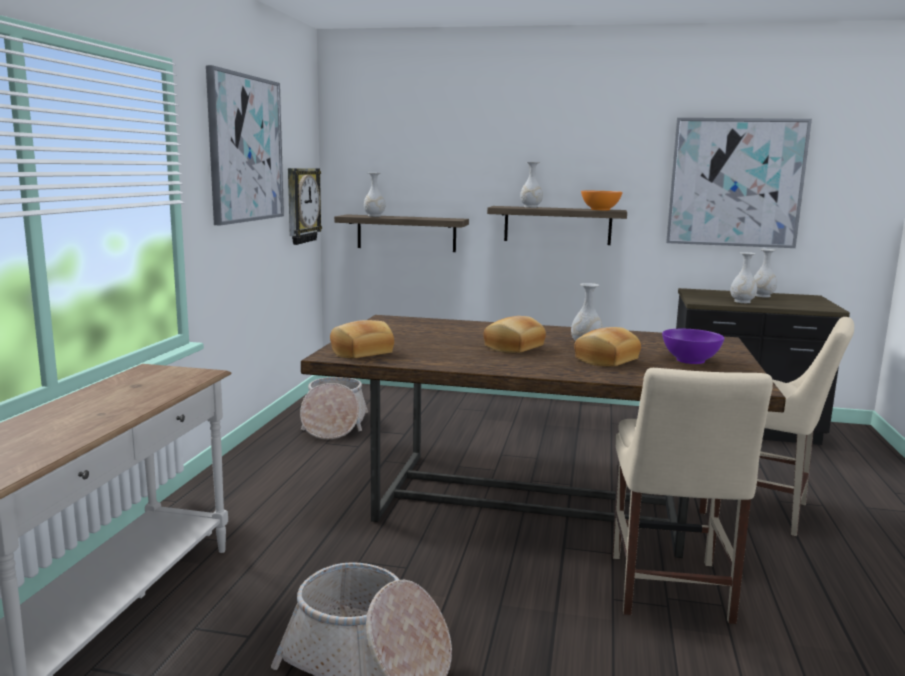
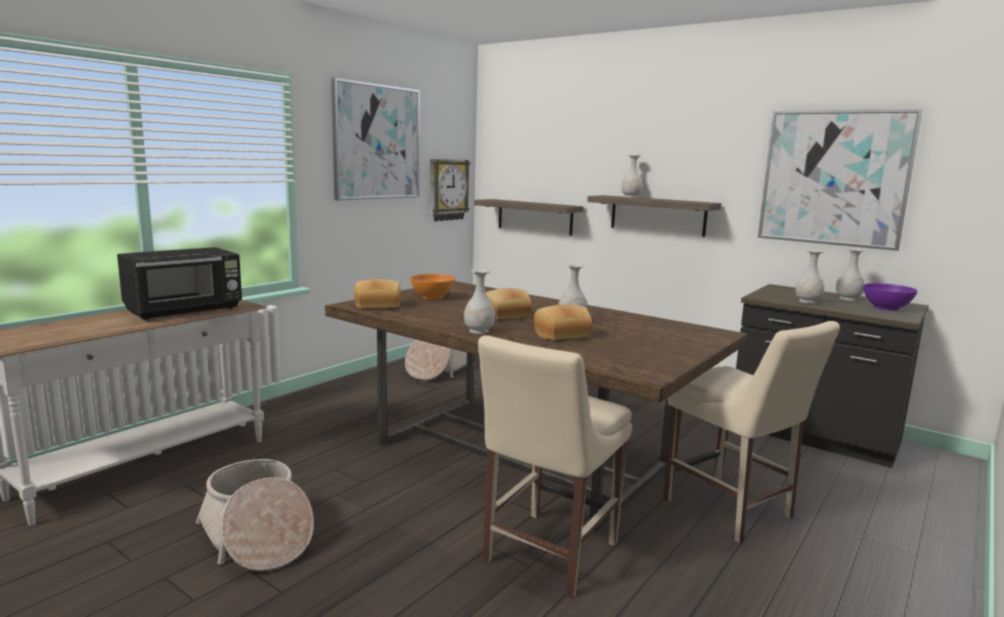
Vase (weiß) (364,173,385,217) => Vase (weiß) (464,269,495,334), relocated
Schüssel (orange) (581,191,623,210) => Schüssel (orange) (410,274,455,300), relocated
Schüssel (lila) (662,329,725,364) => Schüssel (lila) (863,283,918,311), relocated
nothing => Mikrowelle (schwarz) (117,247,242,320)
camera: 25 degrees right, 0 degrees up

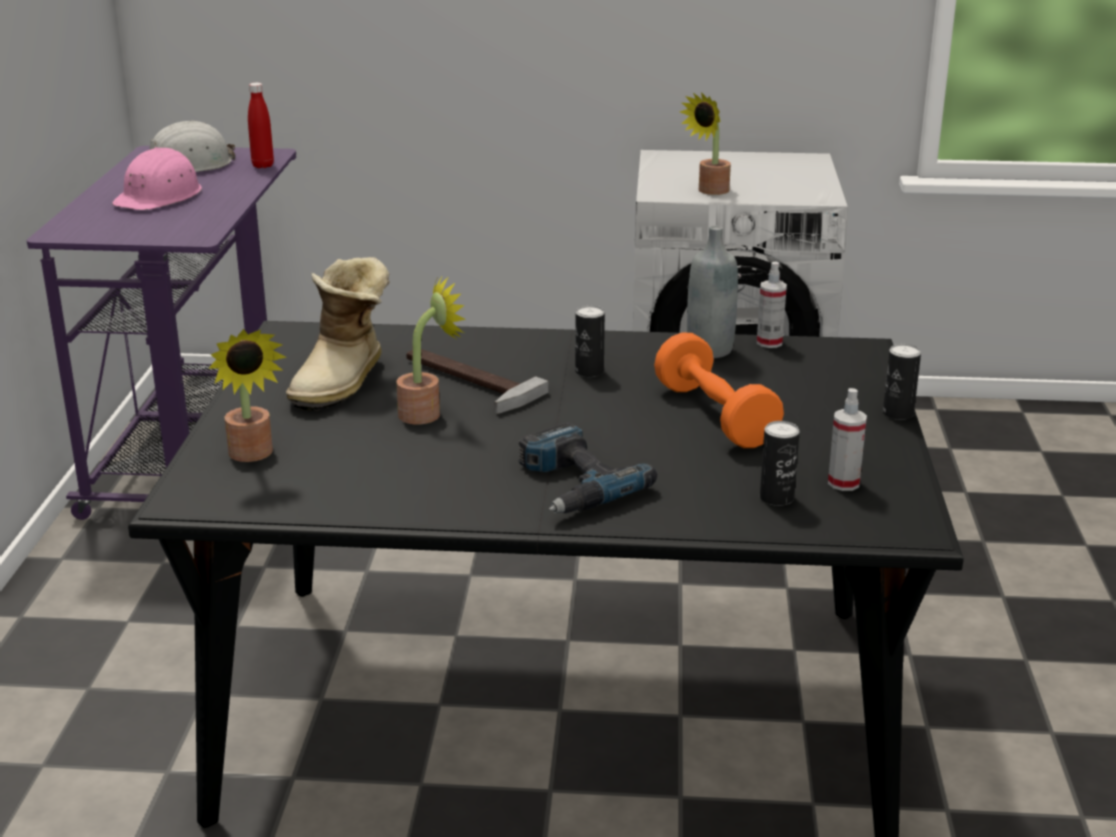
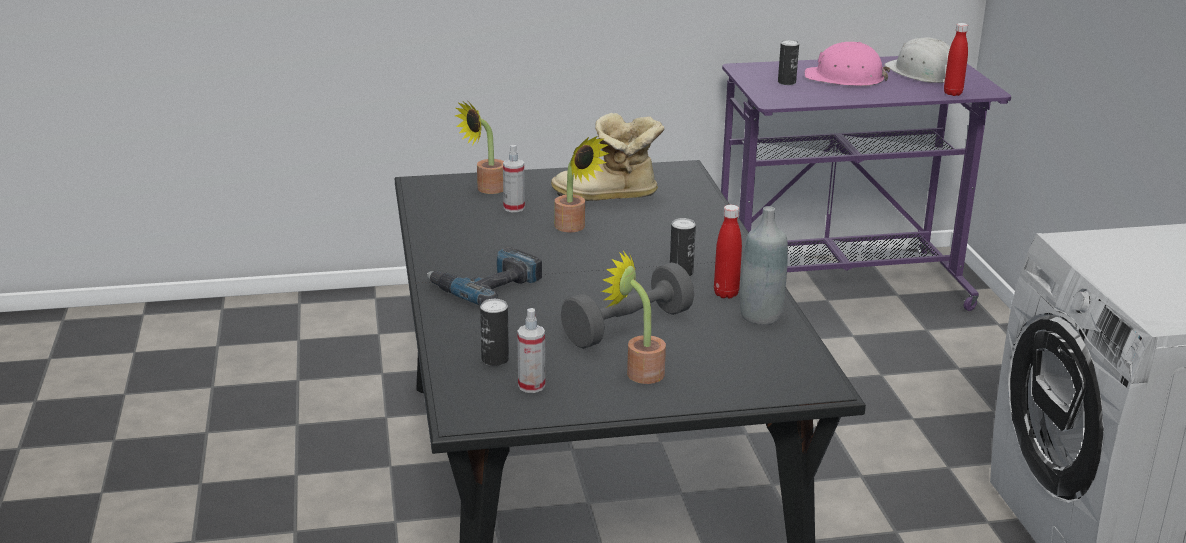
Topfpflanze (680,92,731,195) => Topfpflanze (601,251,666,384), relocated
Sprühflasche (757,261,787,348) => Sprühflasche (503,145,525,212), relocated
Hantel (orange) (654,332,784,448) => Hantel (grau) (561,262,694,349)
Dose (883,344,921,420) => Dose (778,39,799,85), relocated
Hammer (406,349,549,414) => nothing
nothing => Flasche (rot) (714,205,742,299)
camera: 75 degrees right, 0 degrees up

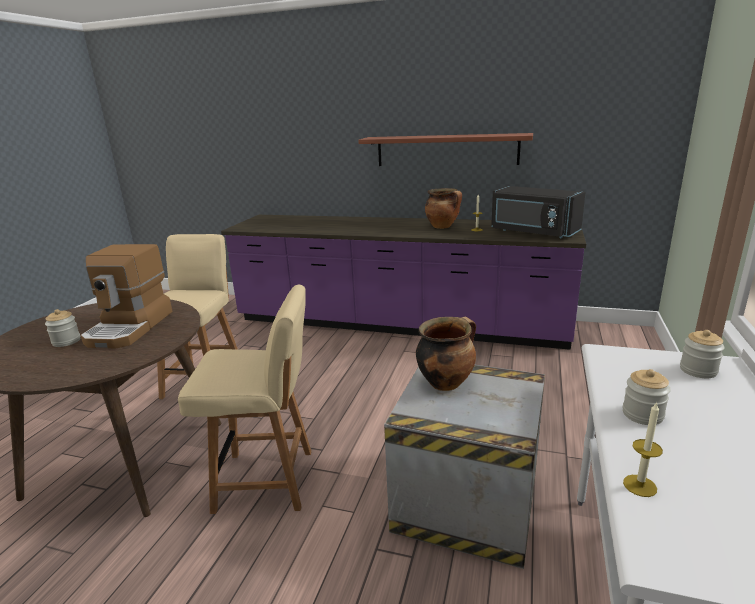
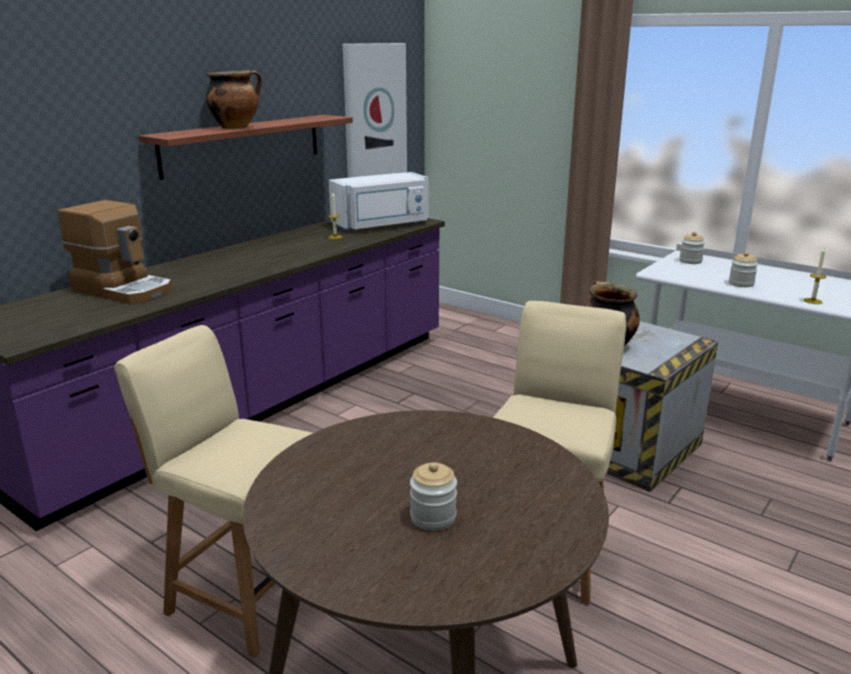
Mikrowelle (schwarz) (491,186,585,238) => Mikrowelle (weiß) (329,172,429,231)
Kochtopf (425,188,462,229) => Kochtopf (206,70,262,129), relocated
Kaffeemaschine (81,244,173,348) => Kaffeemaschine (58,200,172,304), relocated
nothing => Bild (343,43,407,178)
camera: 70 degrees left, 0 degrees up

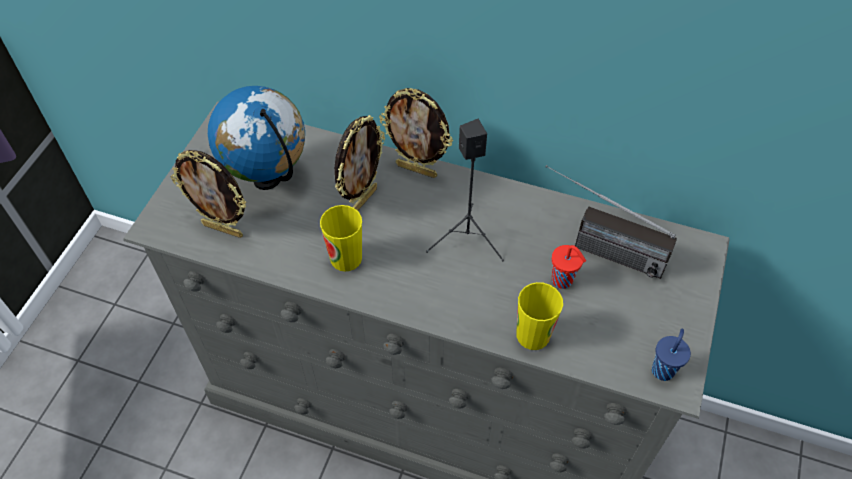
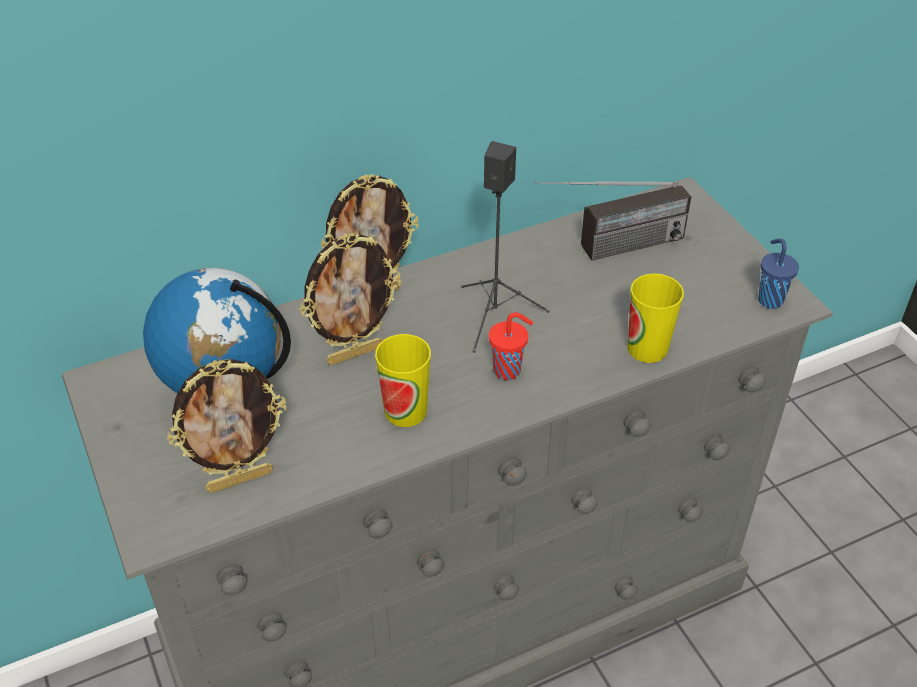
Bilderrahmen (334,115,385,211) => Bilderrahmen (300,234,401,365), 75 degrees clockwise
Tasse (rot) (552,245,586,289) => Tasse (rot) (489,313,533,380), relocated
camera: 45 degrees left, 10 degrees down

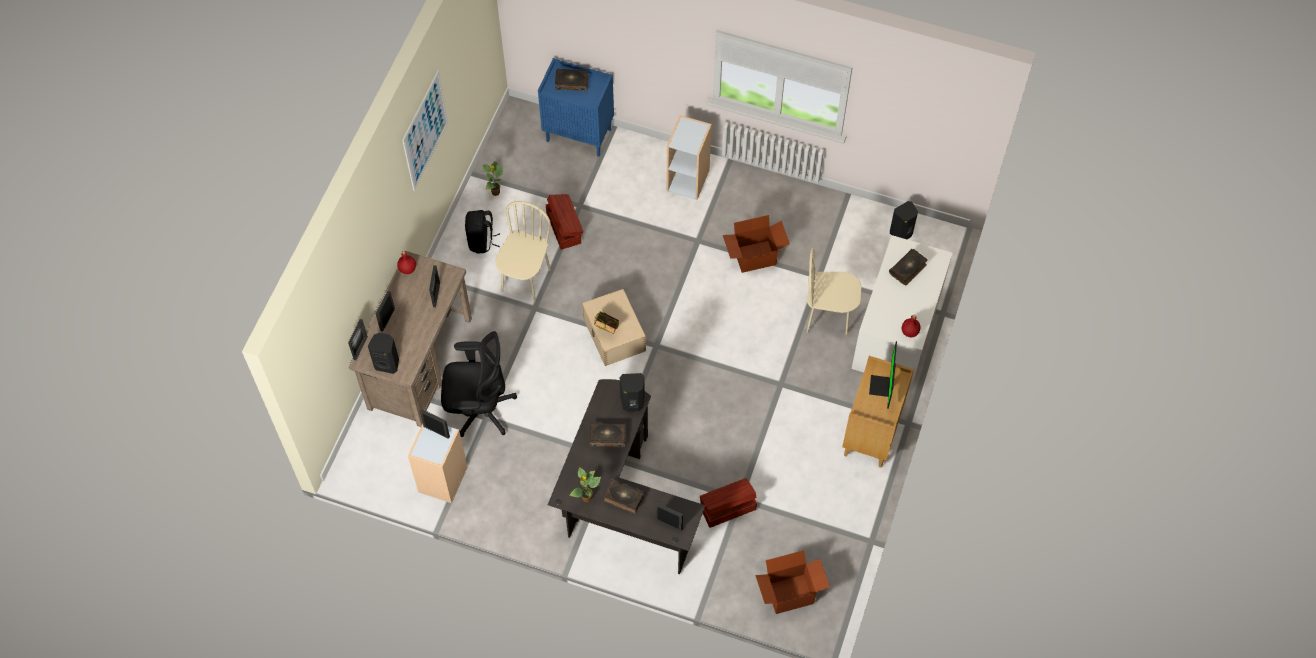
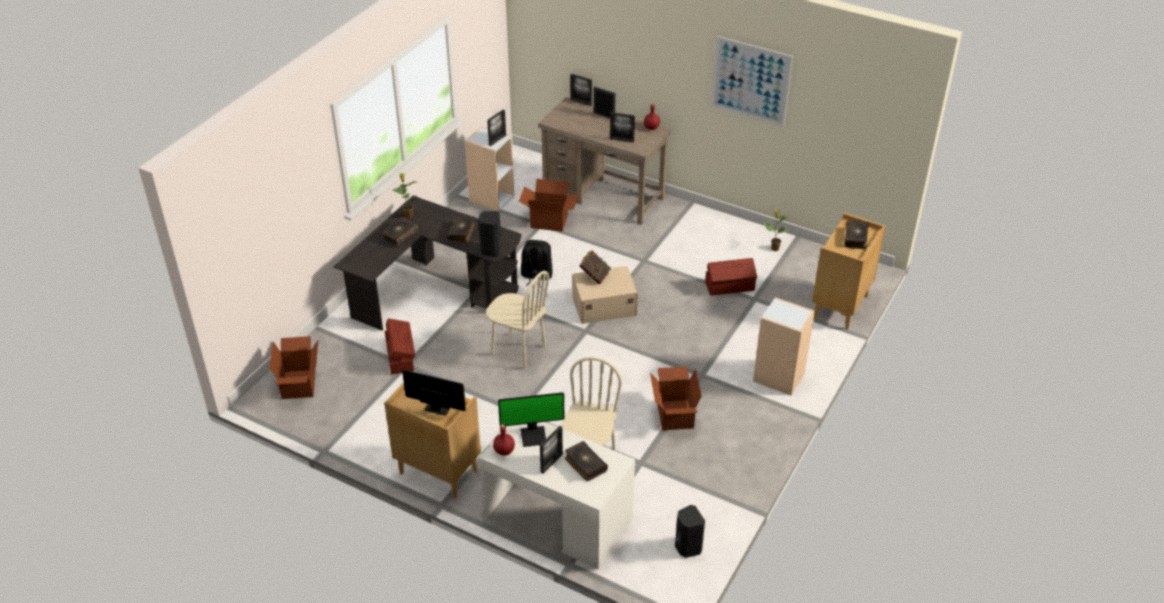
Schrank (blau) (538,58,614,157) => Schrank (braun) (812,213,886,330)
Stuhl (beige) (496,201,551,302) => Stuhl (beige) (486,271,549,369), relocated
Rucksack (schwarz) (465,210,500,253) => Rucksack (schwarz) (521,240,553,287), relocated
Bürostuhl (schwarz) (441,331,517,437) => Karton (519,179,579,231)
Lautsprecher (schwarz) (368,333,399,374) => nothing
Bilderrahmen (655,502,683,531) => Bilderrahmen (540,426,563,474), relocated
nothing => Monitor (498,392,564,447)
camera: 100 degrees right, 20 degrees down

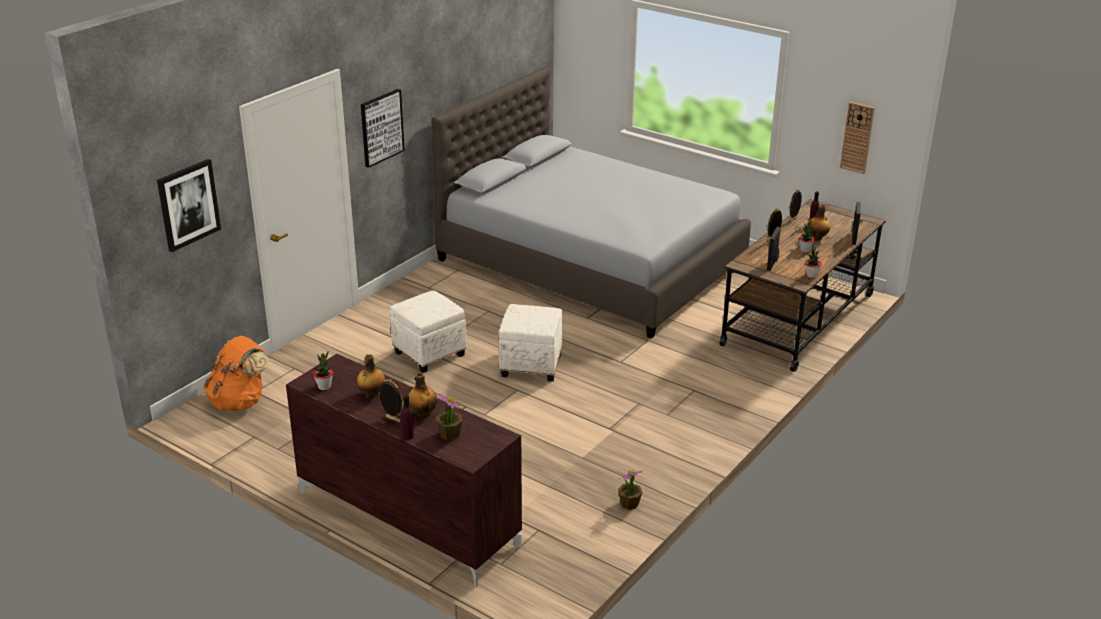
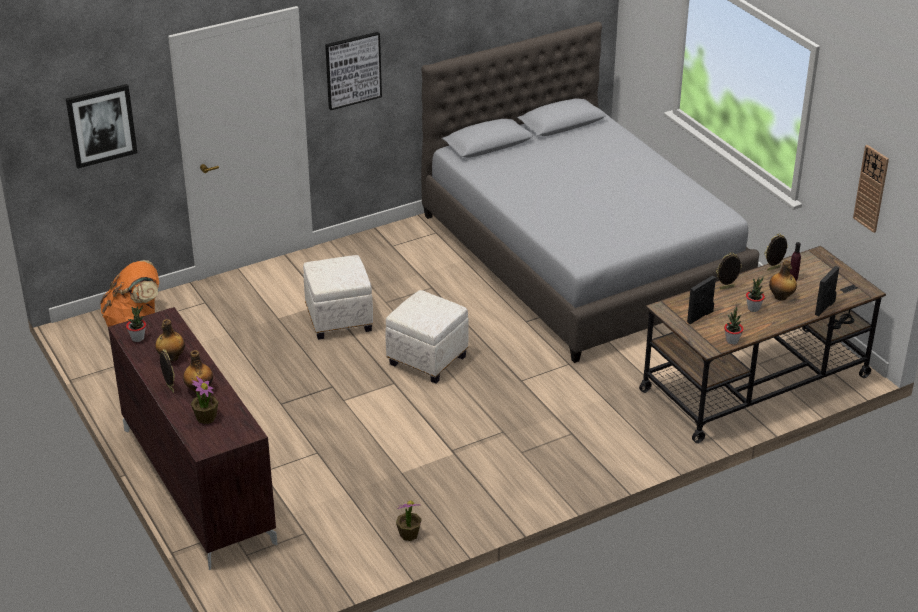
Flasche (lila) (401,395,414,440) => nothing
camera: 25 degrees right, 5 degrees up

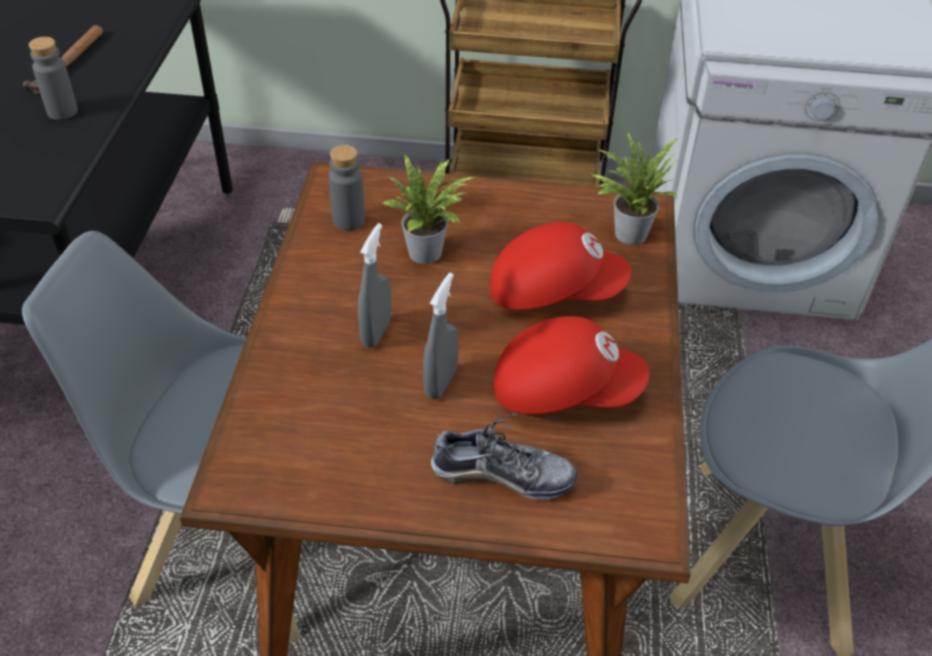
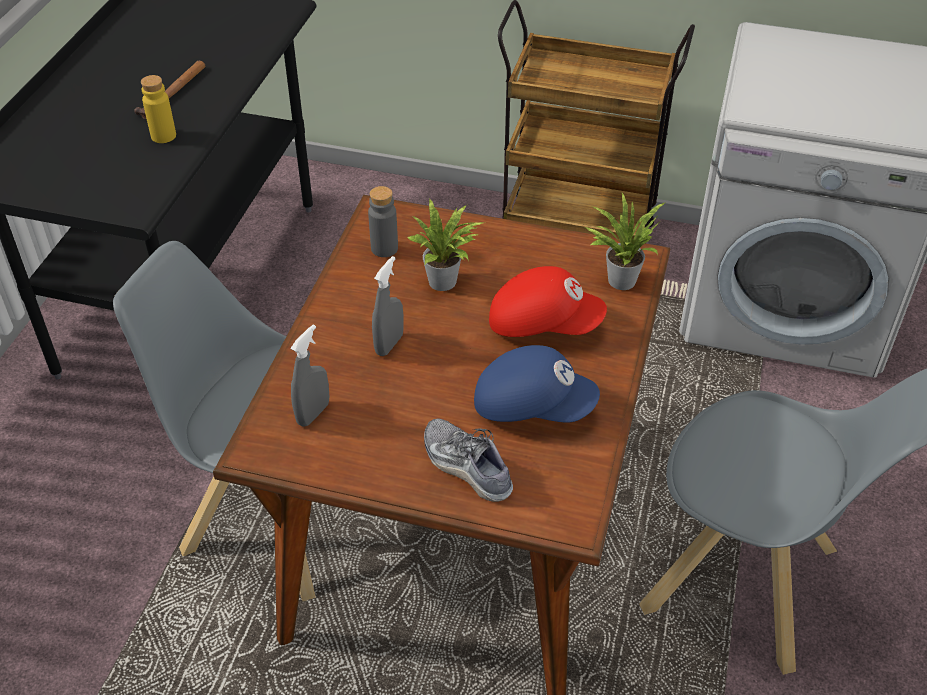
Flasche (grau) (29,37,78,120) => Flasche (gelb) (141,75,176,143)
Sprühflasche (grau) (423,273,459,399) => Sprühflasche (grau) (290,324,329,427), relocated
Kappe (rot) (494,316,649,414) => Kappe (blau) (474,345,600,423)
Schuh (431,414,577,500) => Schuh (424,419,513,502), 150 degrees counterclockwise
camera: 10 degrees right, 0 degrees up

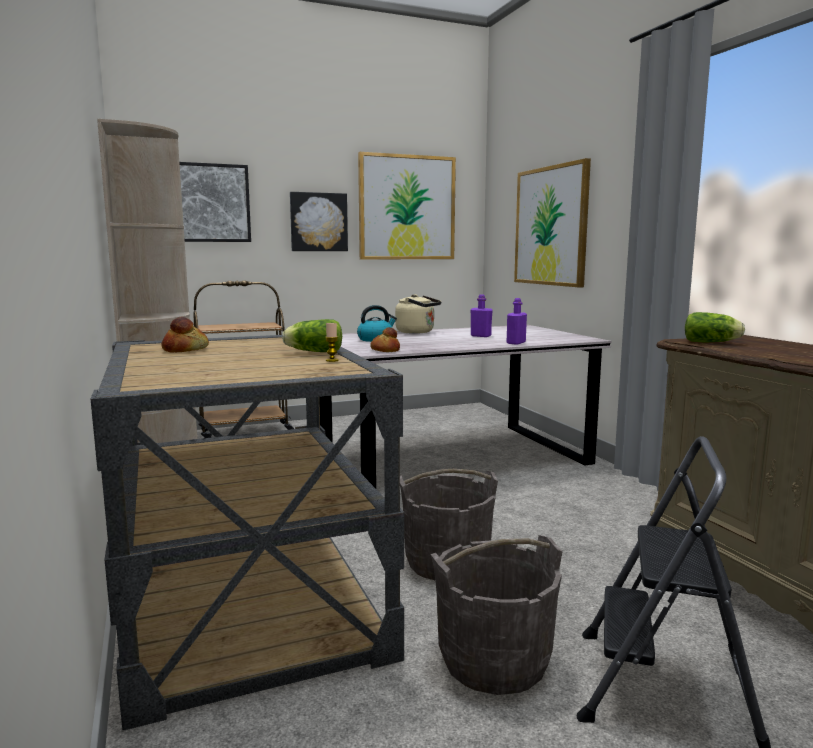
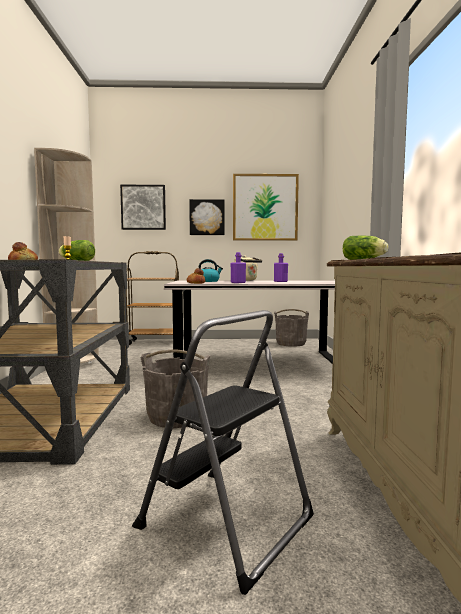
Bild (514,158,591,287) => nothing
Flasche (lila) (507,298,527,345) => Flasche (lila) (231,252,246,283), relocated
Eimer (grau) (431,535,563,695) => Eimer (grau) (274,309,309,347), relocated
camera: 20 degrees right, 5 degrees down

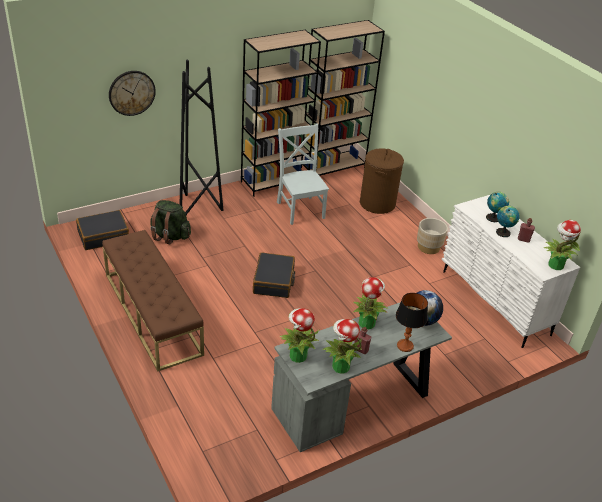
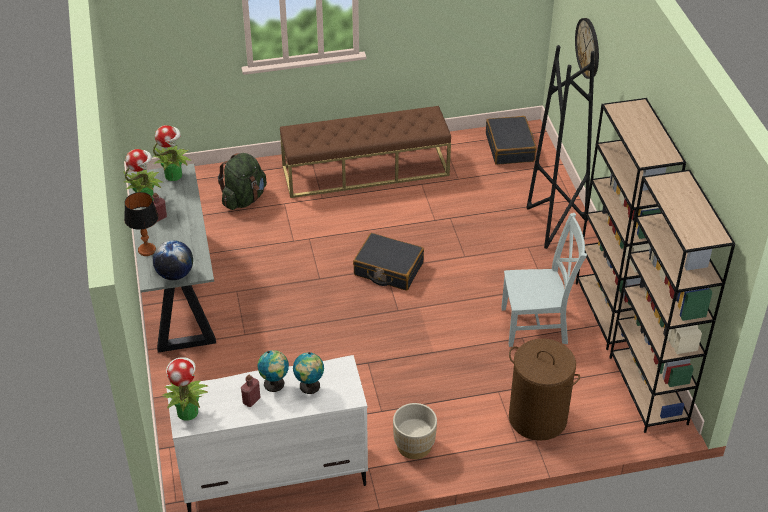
Rucksack (grün) (150,200,191,244) => Rucksack (grün) (218,153,267,210), relocated
Topfpflanze (352,277,389,329) => nothing
camera: 110 degrees right, 5 degrees up

